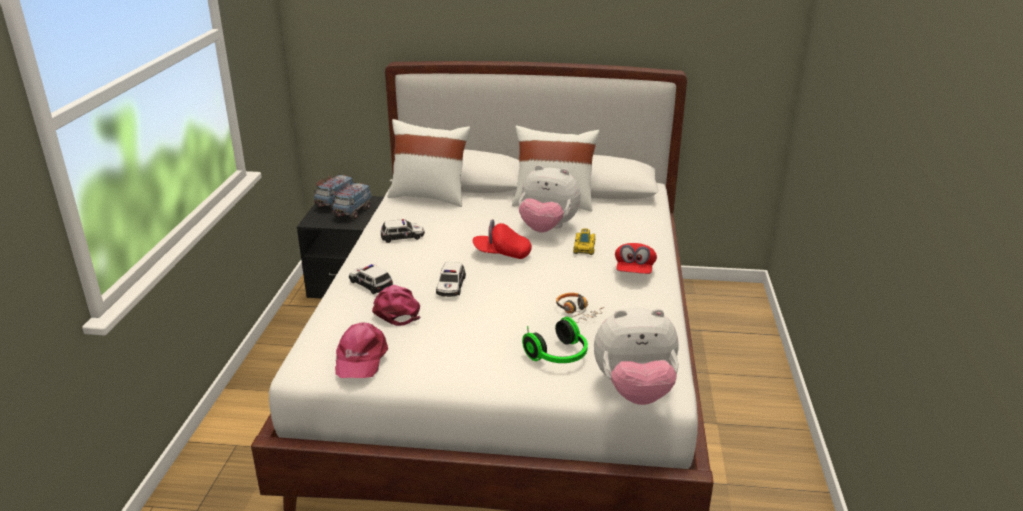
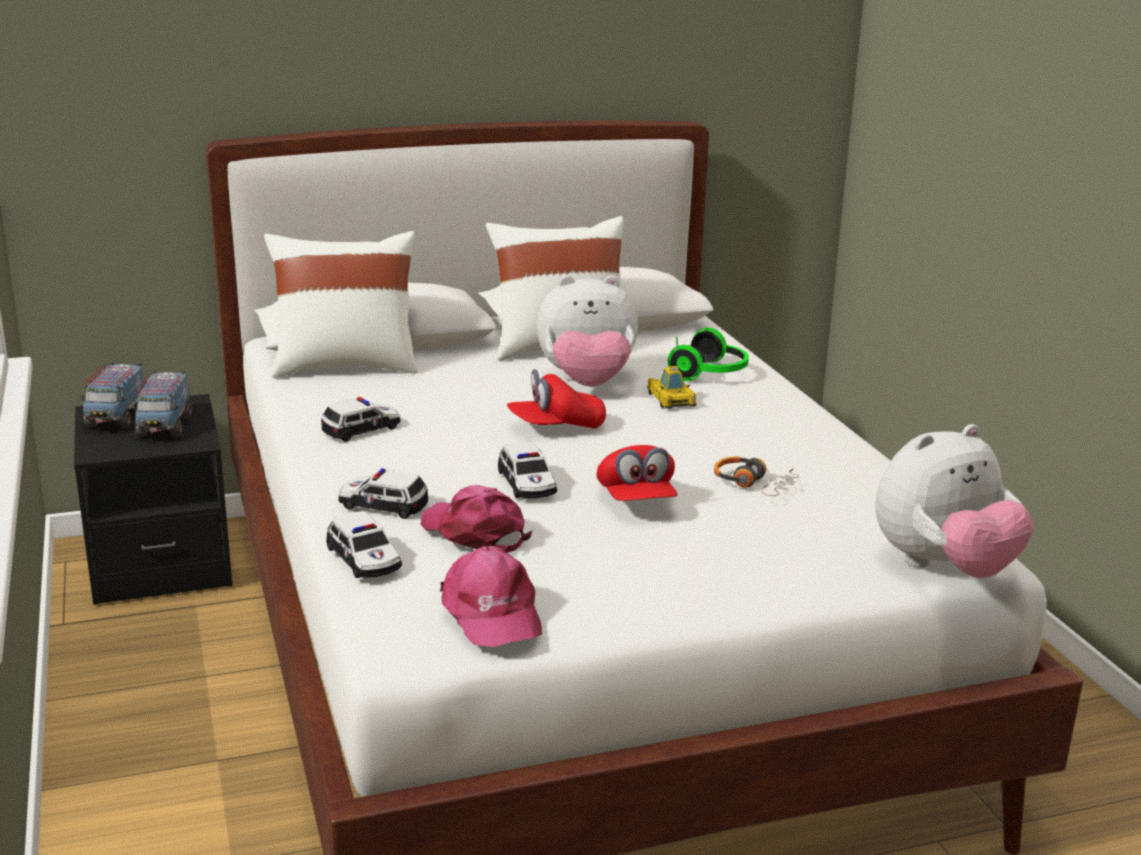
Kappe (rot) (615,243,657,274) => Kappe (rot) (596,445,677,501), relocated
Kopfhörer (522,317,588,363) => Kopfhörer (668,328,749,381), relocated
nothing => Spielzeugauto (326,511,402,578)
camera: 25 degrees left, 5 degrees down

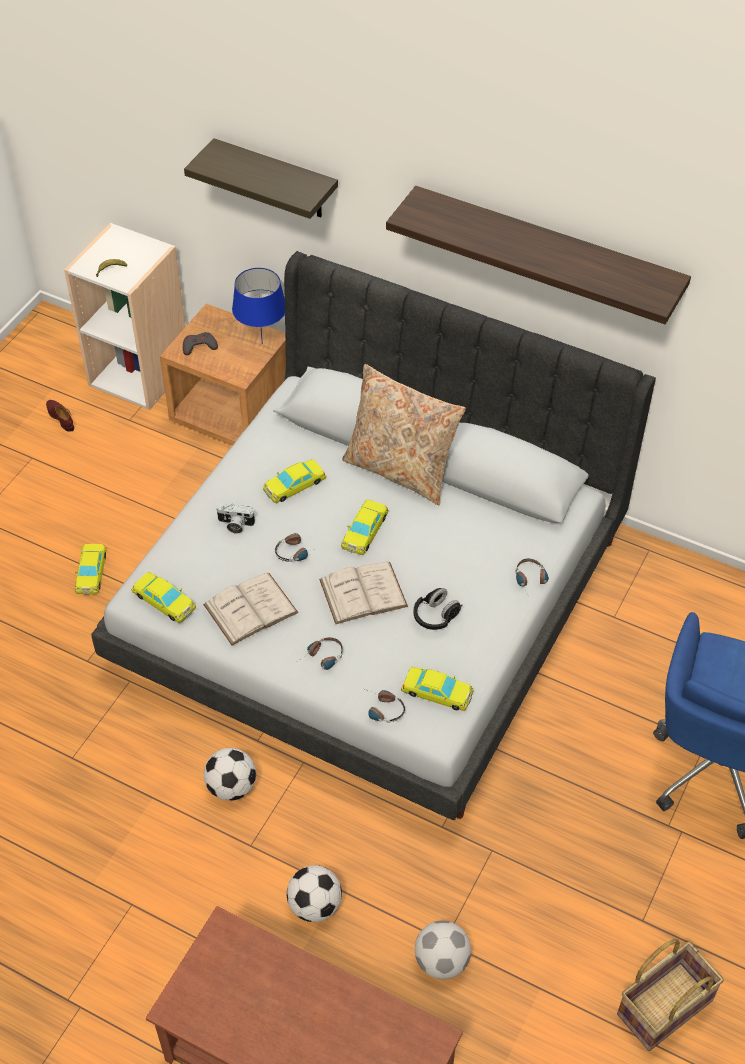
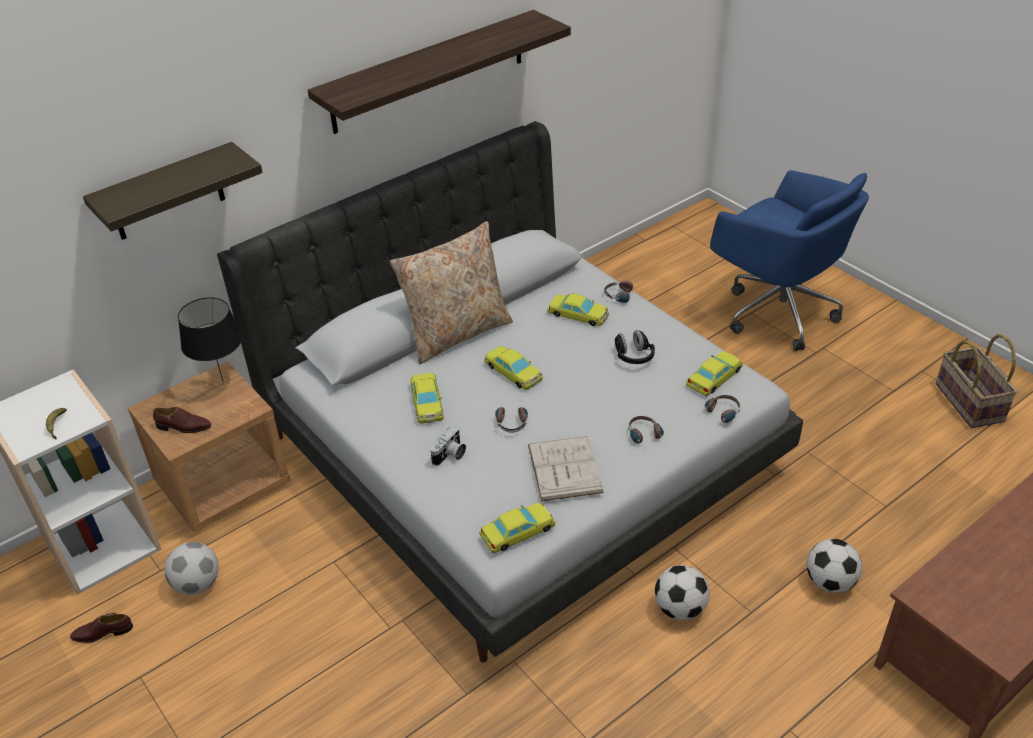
Tischlampe (blau) (232,268,285,345) => Tischlampe (schwarz) (178,298,242,381)
Gamepad (grau) (183,332,218,355) => Schuh (braun) (153,407,211,433)
Spielzeugauto (gelb) (75,544,107,595) => Spielzeugauto (gelb) (547,294,609,326), relocated
Buch (weiß) (319,562,408,624) => nothing
Fußball (415,921,471,979) => Fußball (164,542,219,595), relocated
camera: 65 degrees left, 10 degrees down

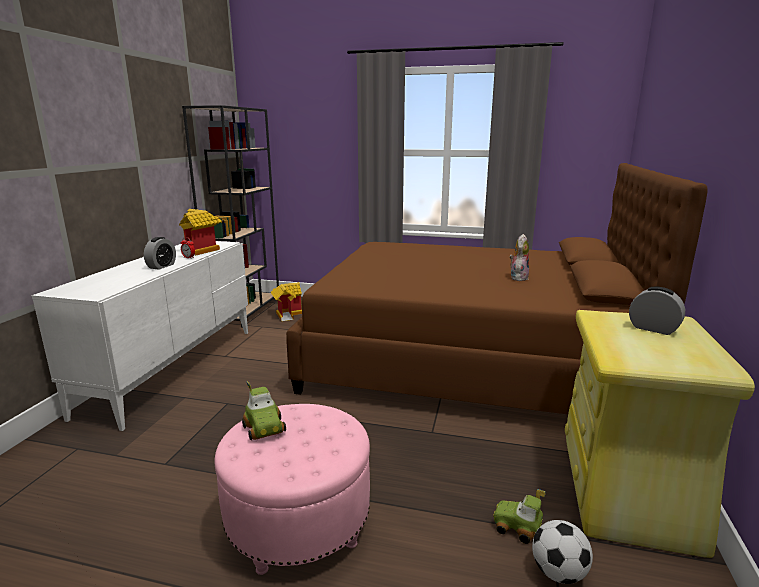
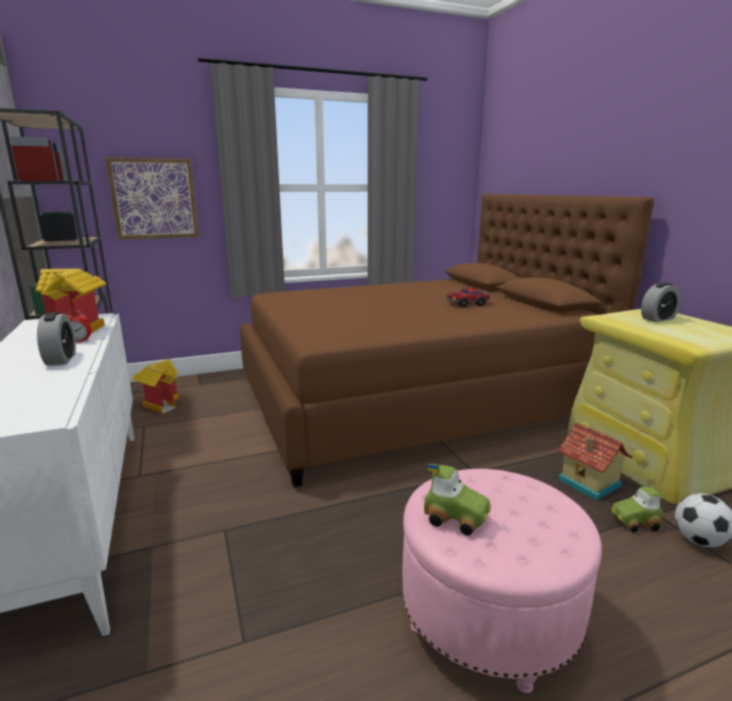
Plüschtier (510,234,529,281) => Spielzeugauto (446,289,490,307)
Wecker (629,287,685,335) => Wecker (641,282,681,322), 150 degrees clockwise
nothing => Bild (106,156,199,240)
nothing => Spielzeughaus (557,423,633,500)
camera: 35 degrees left, 0 degrees up

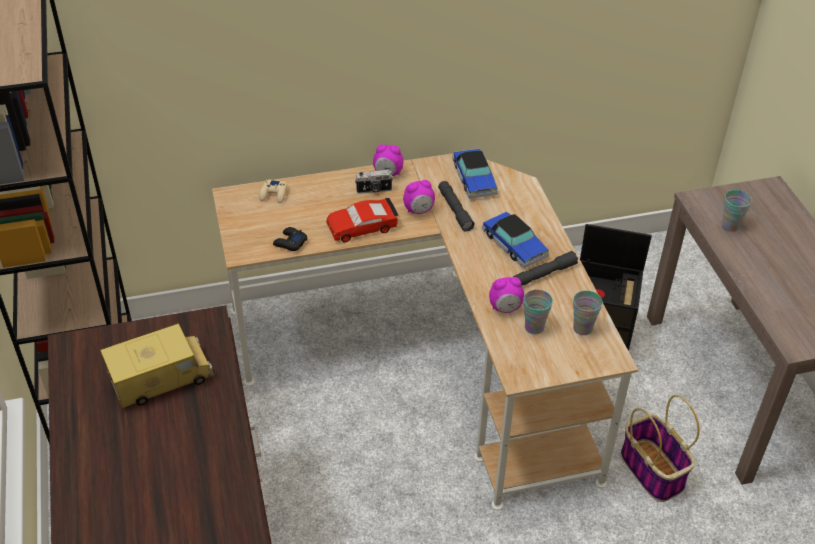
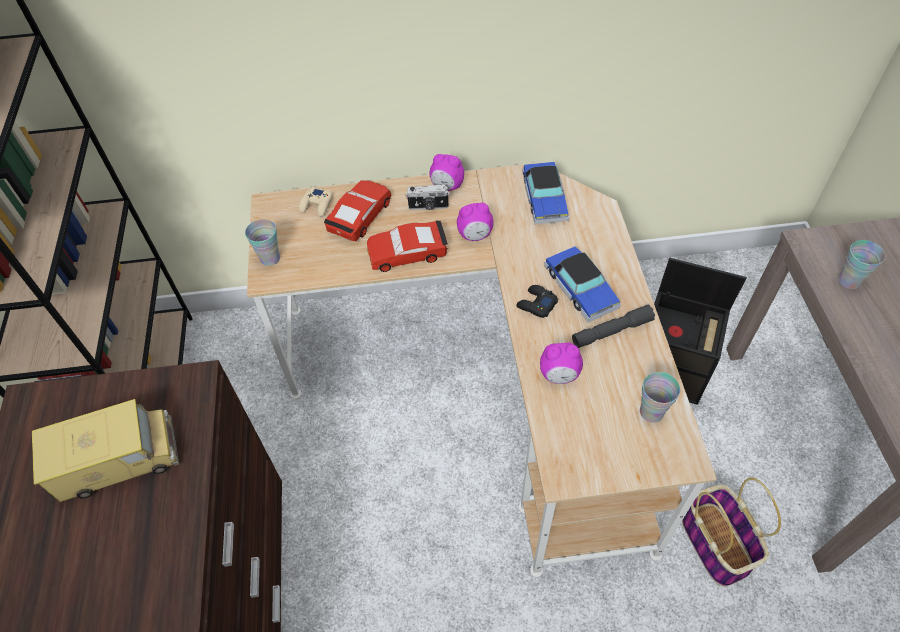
Taschenlampe (grau) (438,181,475,232) => nothing
Gamepad (schwarz) (273,227,308,251) => Gamepad (schwarz) (516,285,558,318), relocated
Tasse (524,290,553,334) => Tasse (245,219,280,266), relocated
nothing => Spielzeugauto (rot) (324,180,391,241)
camera: 10 degrees right, 10 degrees up

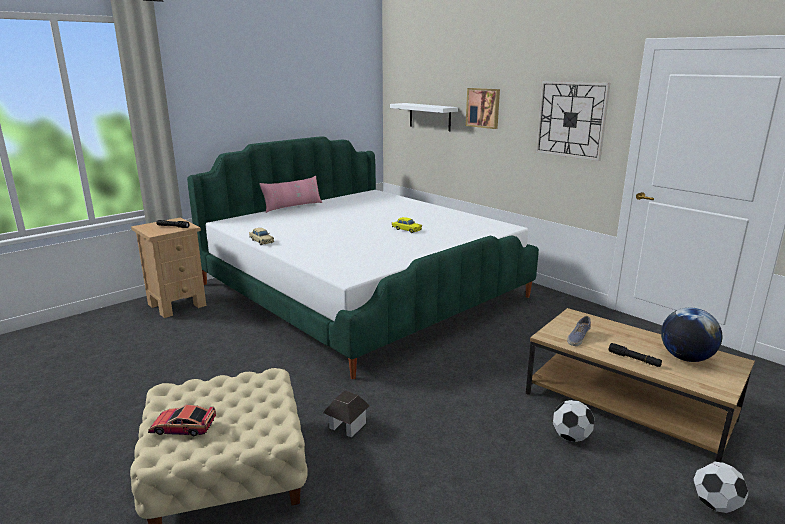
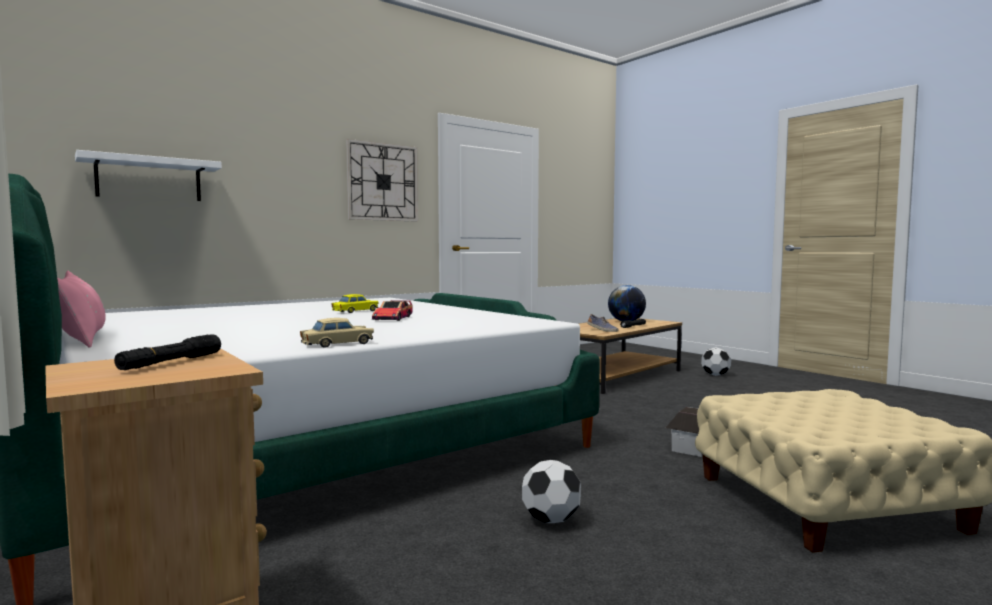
Bild (466,88,500,129) => nothing
Fußball (553,400,594,442) => Fußball (522,460,581,523), relocated
Spielzeugauto (148,404,216,436) => Spielzeugauto (371,300,412,321), relocated
camera: 85 degrees left, 15 degrees down

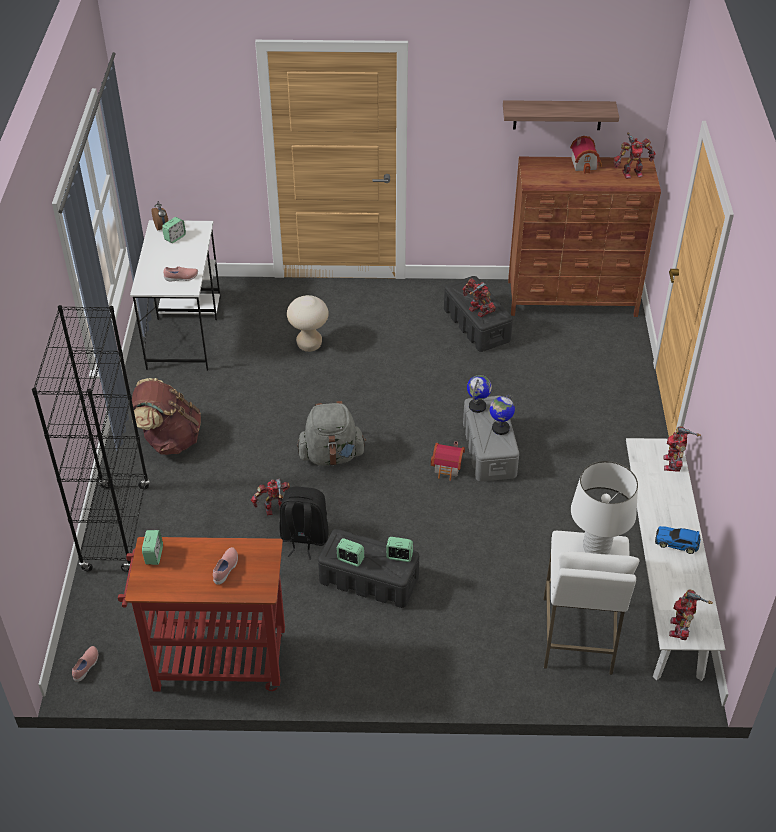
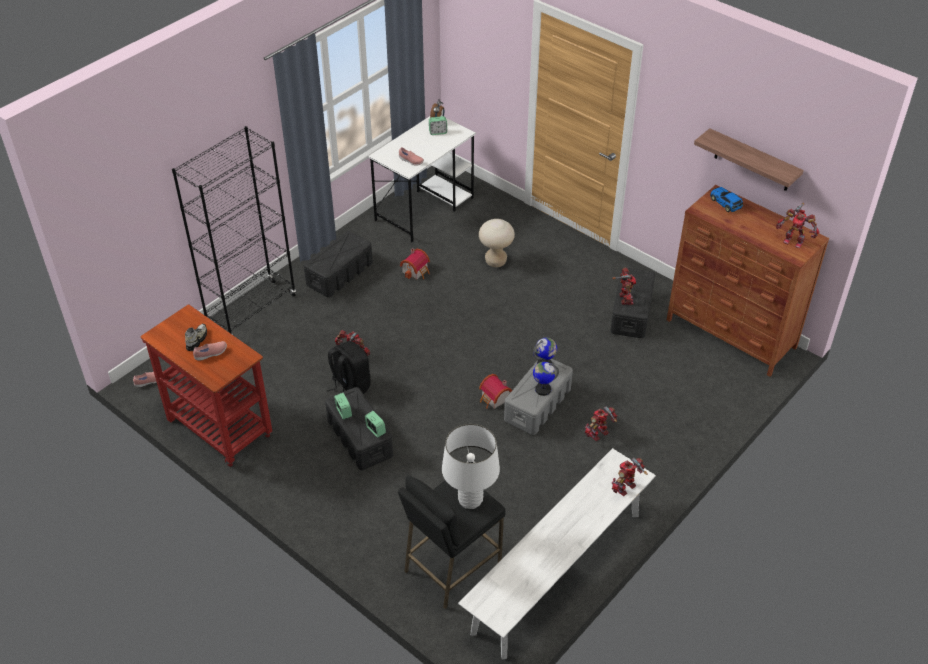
Spielzeughaus (570,136,602,174) => Spielzeughaus (400,248,430,279), relocated
Rucksack (braun) (132,378,201,455) => Aufbewahrungsbox (schwarz) (304,231,373,298)
Rucksack (grau) (297,401,366,466) => nothing
Spielzeugauto (655,526,701,554) => Spielzeugauto (710,187,743,212), relocated
Wecker (142,530,163,565) => nothing
Hocker (weiß) (544,531,639,675) => Hocker (schwarz) (398,475,506,609)
Spielzeugroboter (669,589,713,640) => Spielzeugroboter (585,406,617,441), relocated
nothing => Schuh (185,324,207,351)
camera: 40 degrees right, 0 degrees up

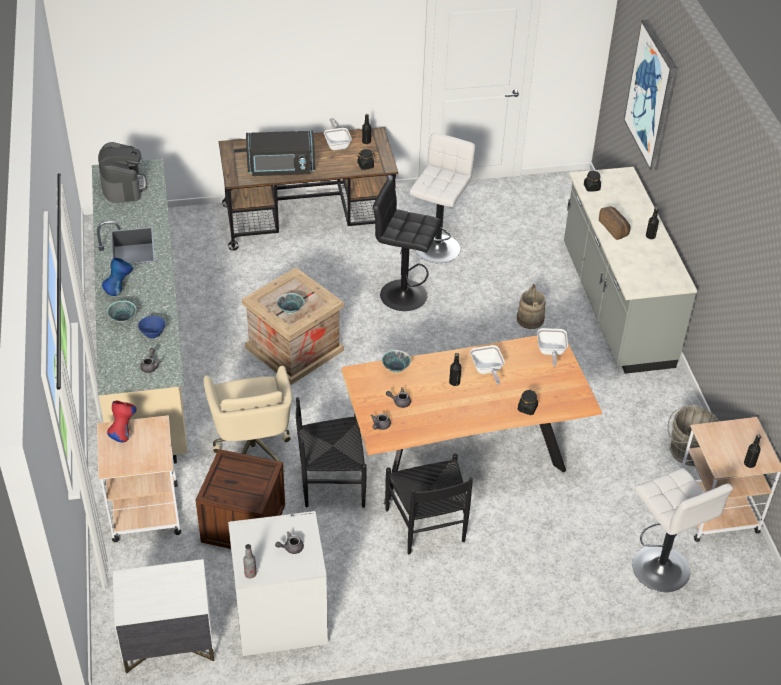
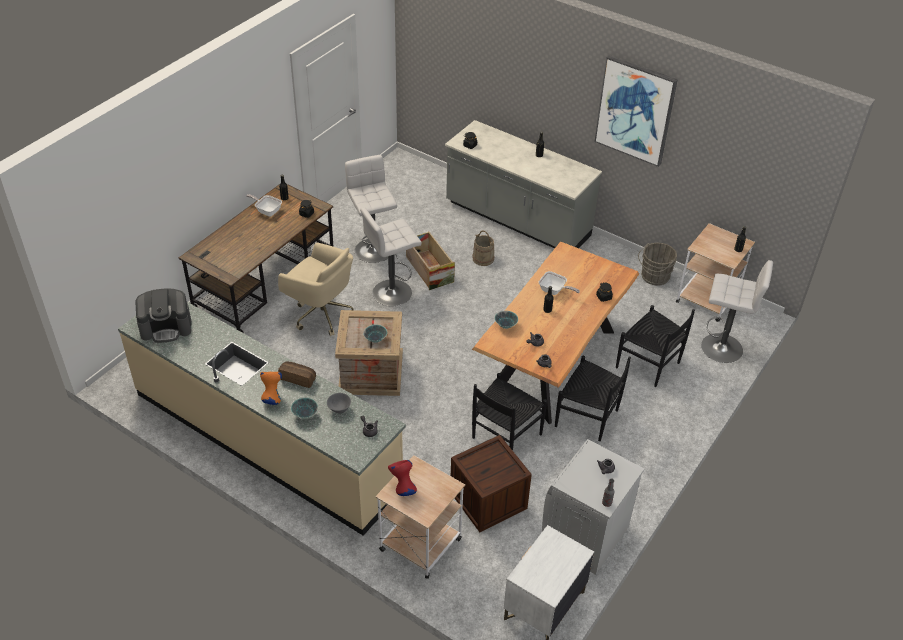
Bild (624,20,678,170) => Bild (594,55,678,167), relocated
Mikrowelle (schwarz) (246,131,315,176) => nothing
Kaffeemaschine (98,142,147,203) => Kaffeemaschine (135,288,192,343), 135 degrees clockwise
Hocker (schwarz) (373,179,441,311) => Hocker (weiß) (360,207,422,306)
Brot (599,206,631,240) => Brot (278,362,316,388), relocated
Vase (blau) (102,258,133,296) => Vase (orange) (260,372,282,405)
Schüssel (blau) (138,316,165,338) => Schüssel (grau) (327,393,351,414)
Pfanne (537,328,568,367) => nothing
Bürostuhl (beige) (204,366,292,472) => Bürostuhl (beige) (278,243,354,336), relocated
nothing => Kiste (406,231,455,290)
nothing => Stuhl (schwarz) (616,305,695,387)
camera: 45 degrees left, 0 degrees up

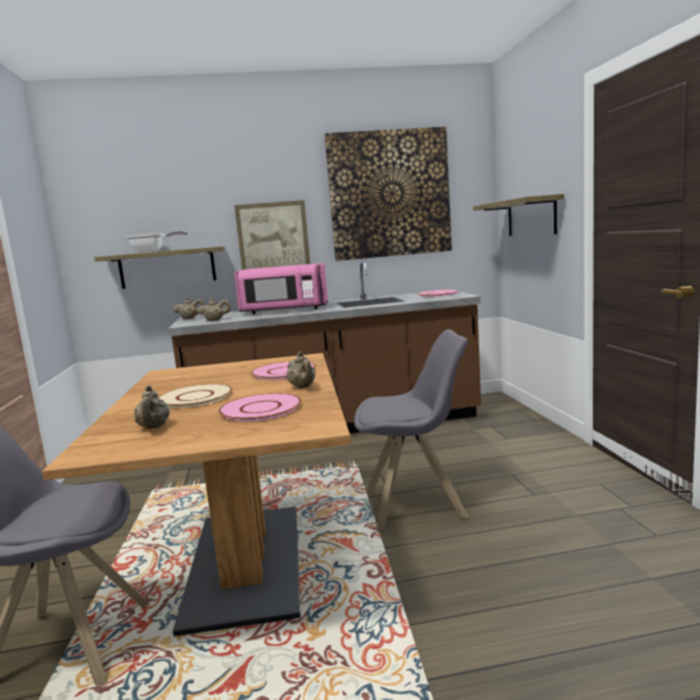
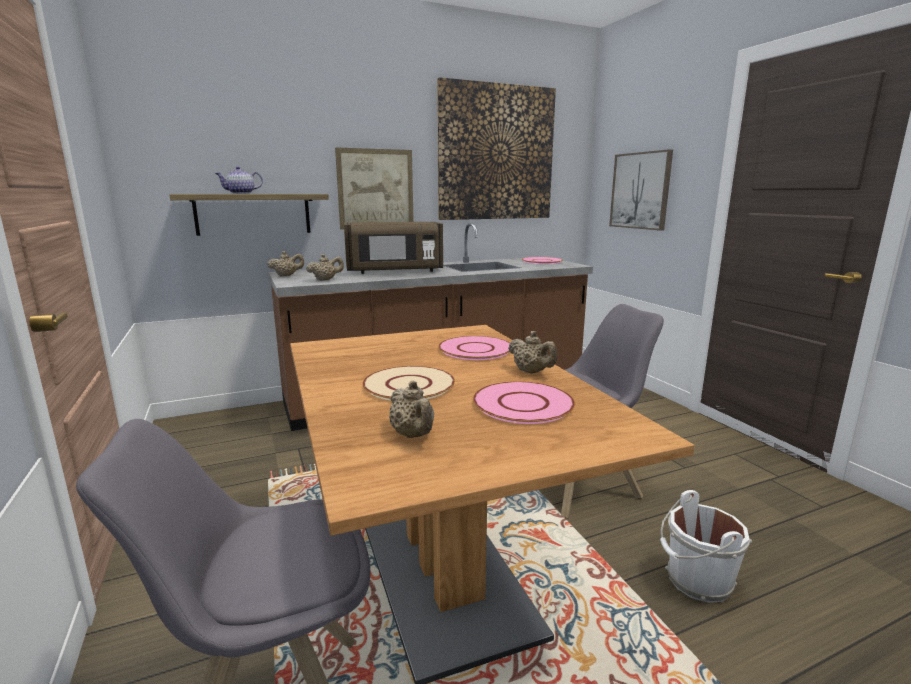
Wandregal (473,194,564,236) => Bild (609,149,673,231)
Pfanne (126,230,188,253) => Teekanne (215,166,263,194)
Mikrowelle (rosa) (234,263,328,314) => Mikrowelle (braun) (344,222,443,274)
nothing => Eimer (weiß) (660,490,752,603)
camera: 15 degrees left, 5 degrees up

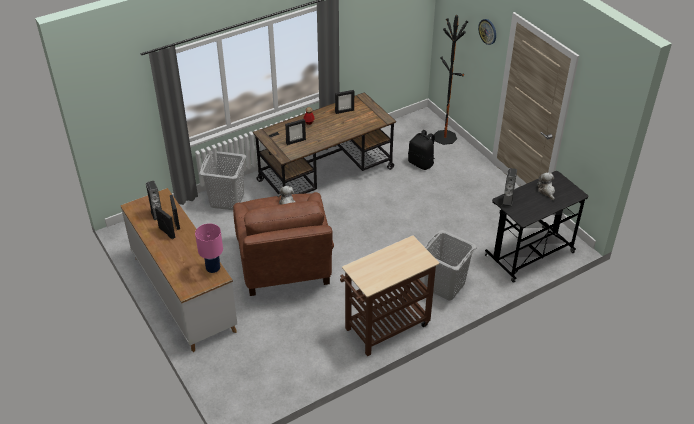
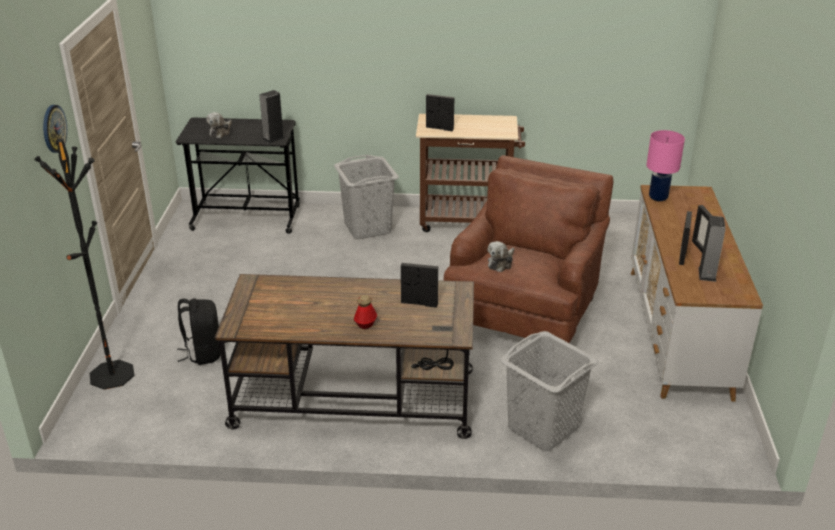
Bilderrahmen (335,90,354,114) => Bilderrahmen (426,94,454,131), relocated
camera: 145 degrees left, 10 degrees down

